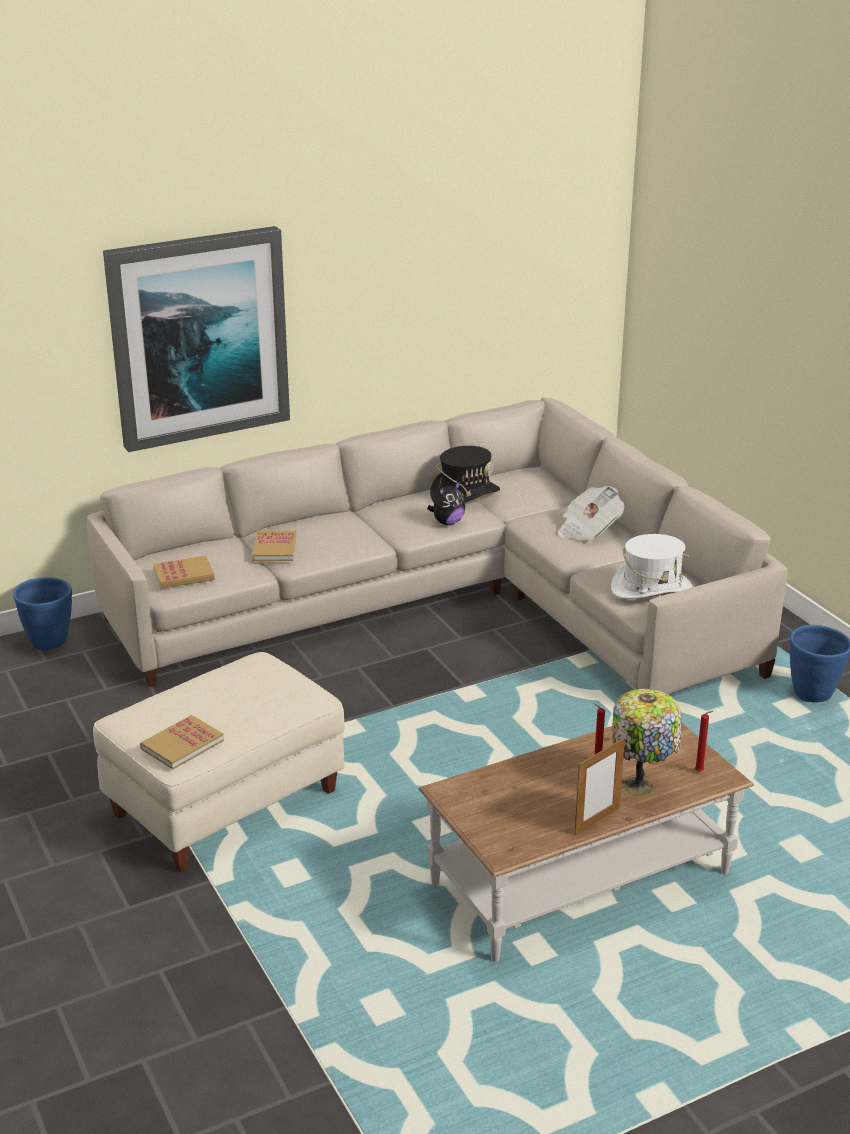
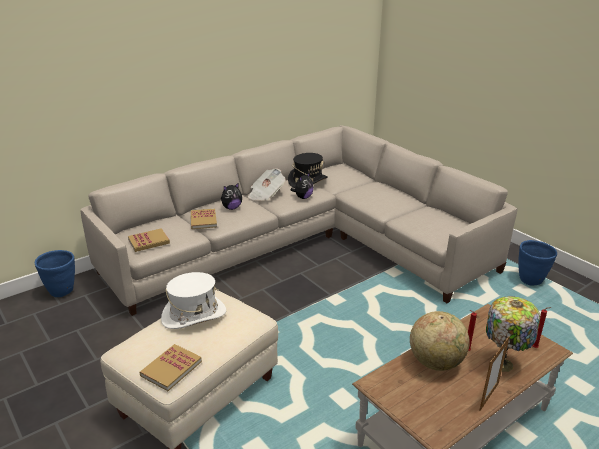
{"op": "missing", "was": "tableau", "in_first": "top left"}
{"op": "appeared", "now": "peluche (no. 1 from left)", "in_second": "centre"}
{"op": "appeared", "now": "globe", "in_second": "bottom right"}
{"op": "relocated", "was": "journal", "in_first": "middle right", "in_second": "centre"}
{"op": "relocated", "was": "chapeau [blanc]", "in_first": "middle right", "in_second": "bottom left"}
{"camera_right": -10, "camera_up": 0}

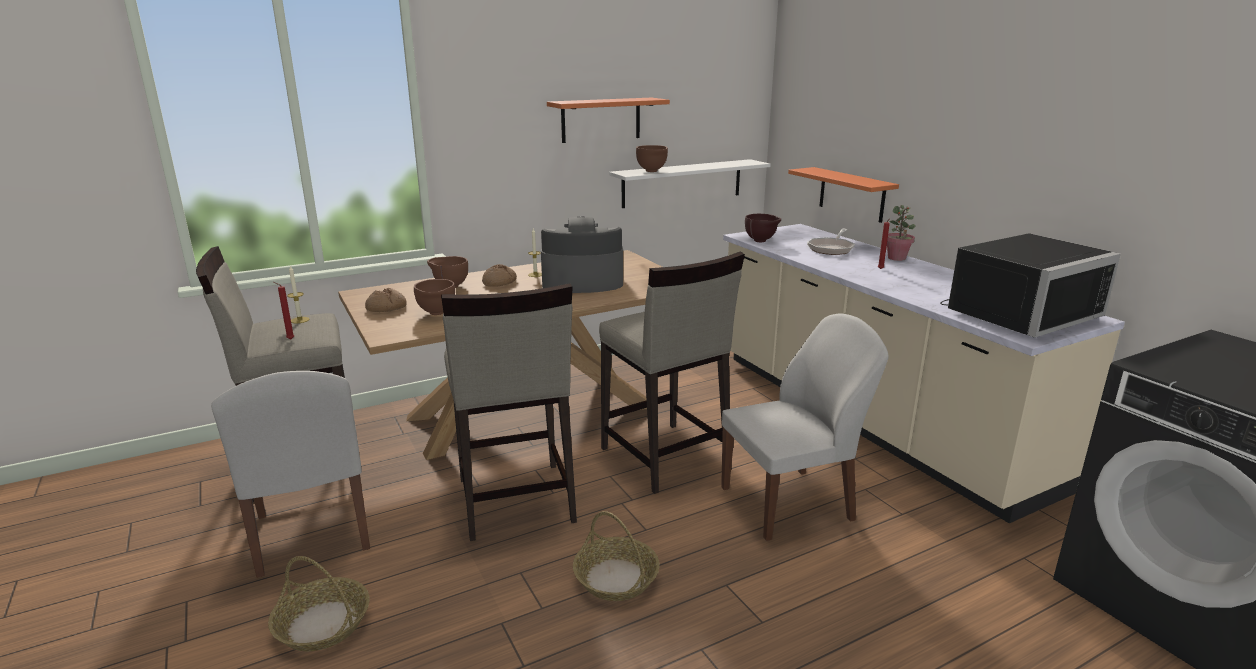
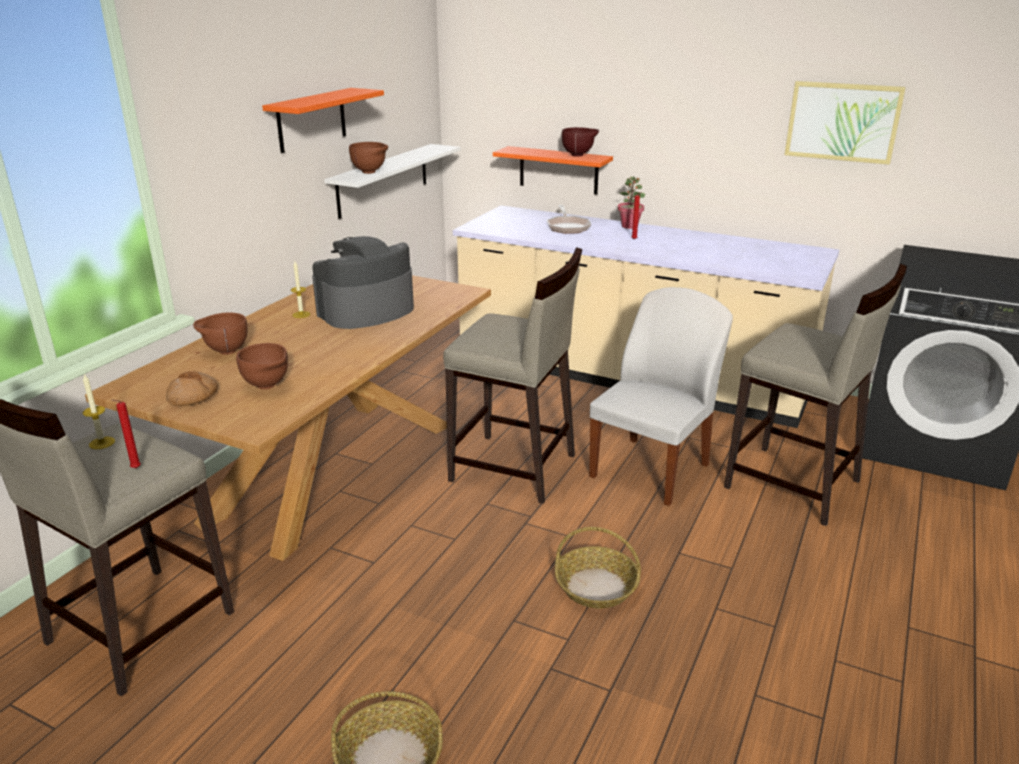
{"op": "missing", "was": "chaise [blanc] (no. 1 from left)", "in_first": "bottom left"}
{"op": "missing", "was": "pain (no. 2 from left)", "in_first": "centre"}
{"op": "missing", "was": "micro-ondes [noir]", "in_first": "middle right"}
{"op": "appeared", "now": "tableau", "in_second": "top right"}
{"op": "relocated", "was": "tabouret [beige] (no. 2 from left in the first image)", "now": "tabouret [beige] (no. 3 from left)", "in_first": "centre", "in_second": "middle right"}
{"op": "relocated", "was": "bol [marron] (no. 4 from left)", "in_first": "centre", "in_second": "top centre"}
{"camera_right": -35, "camera_up": 5}

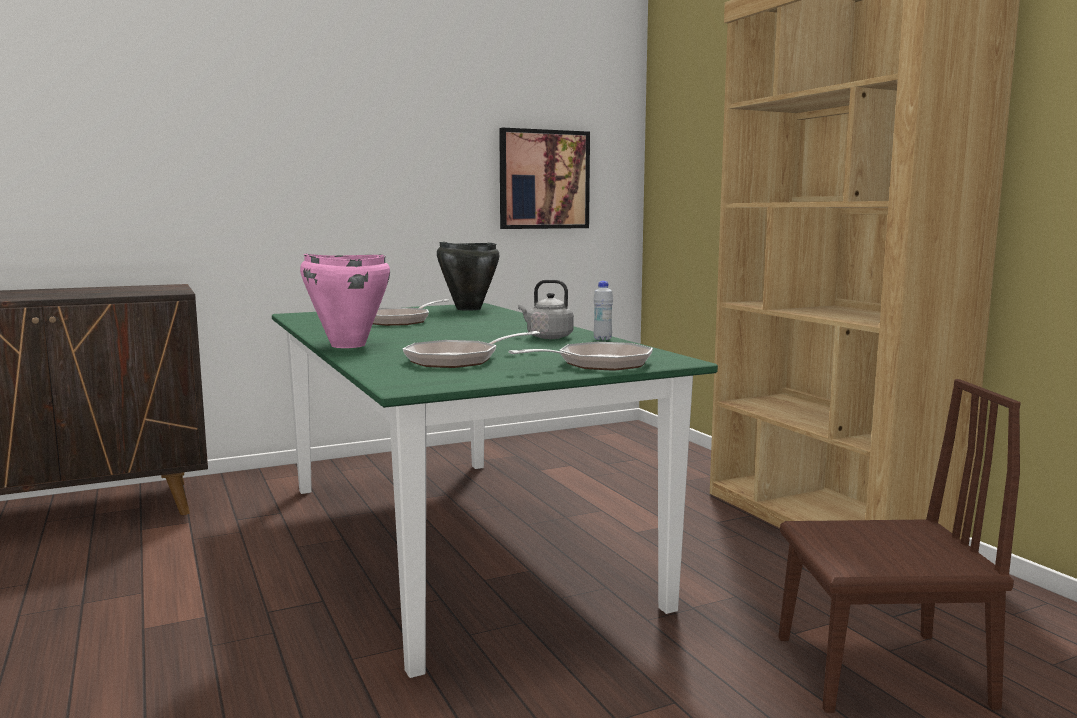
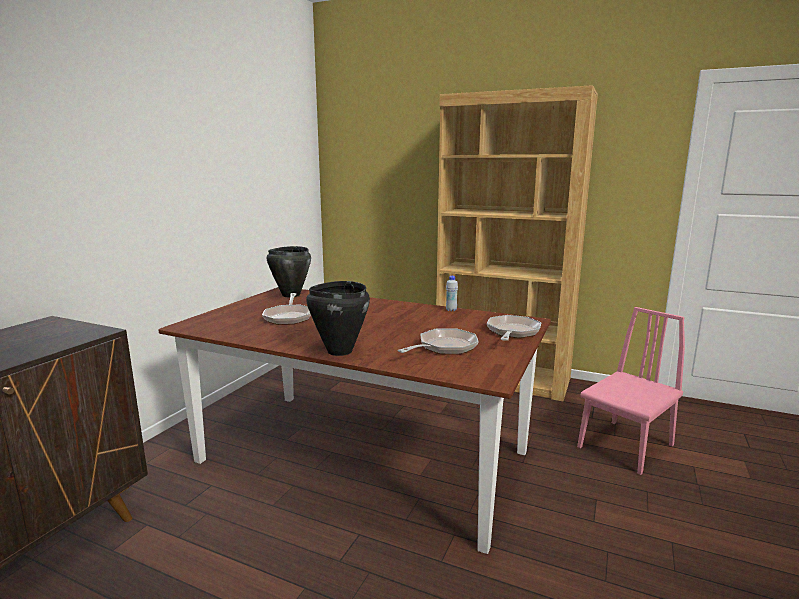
{"op": "missing", "was": "tableau", "in_first": "top centre"}
{"op": "missing", "was": "bouilloire [gris]", "in_first": "centre"}
{"op": "colour", "was": "table à manger [vert]", "now": "table à manger [marron]", "in_first": "bottom centre", "in_second": "bottom centre"}
{"op": "colour", "was": "marmite [rose]", "now": "marmite [noir] (no. 2 from left)", "in_first": "middle left", "in_second": "centre"}
{"op": "colour", "was": "chaise [marron]", "now": "chaise [rose]", "in_first": "bottom right", "in_second": "middle right"}
{"op": "spun", "was": "poêle (no. 2 from left)", "in_first": "centre", "in_second": "centre", "clockwise": -150}
{"camera_right": -40, "camera_up": 5}

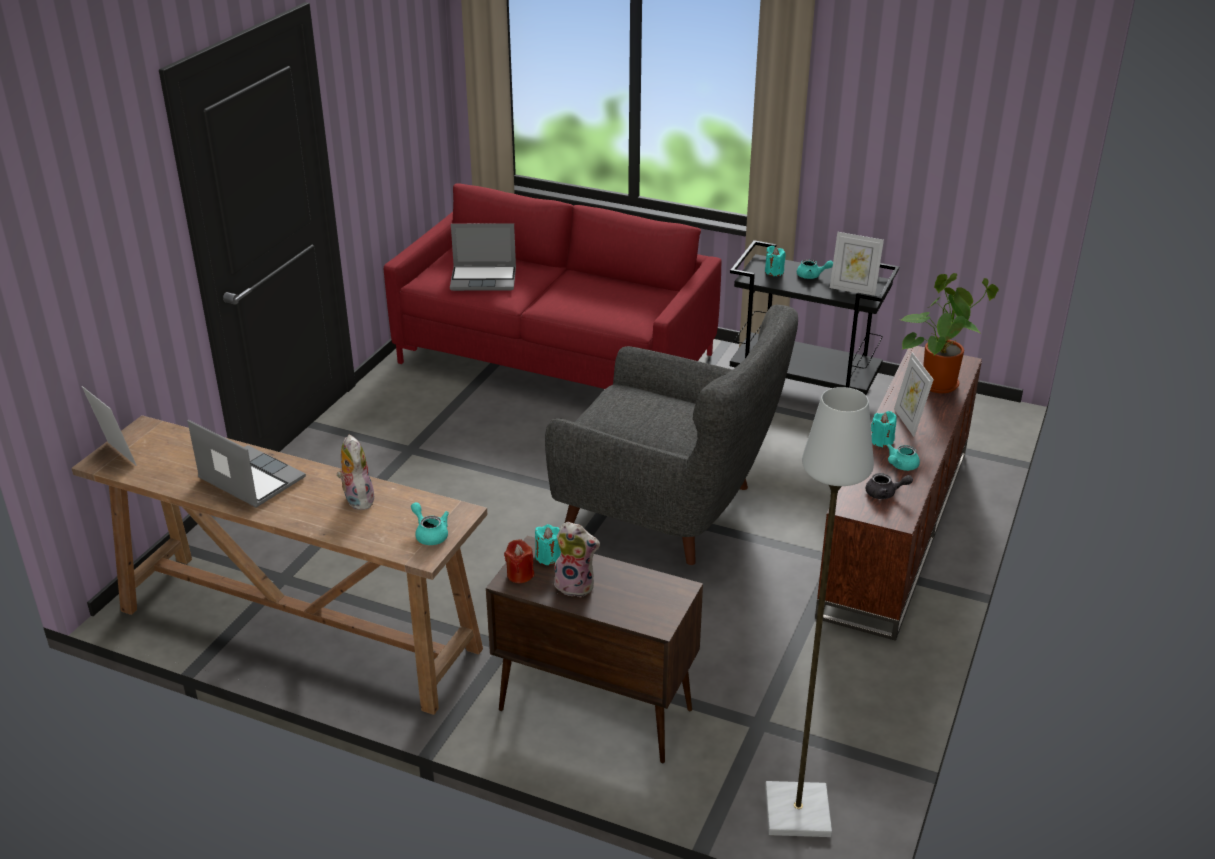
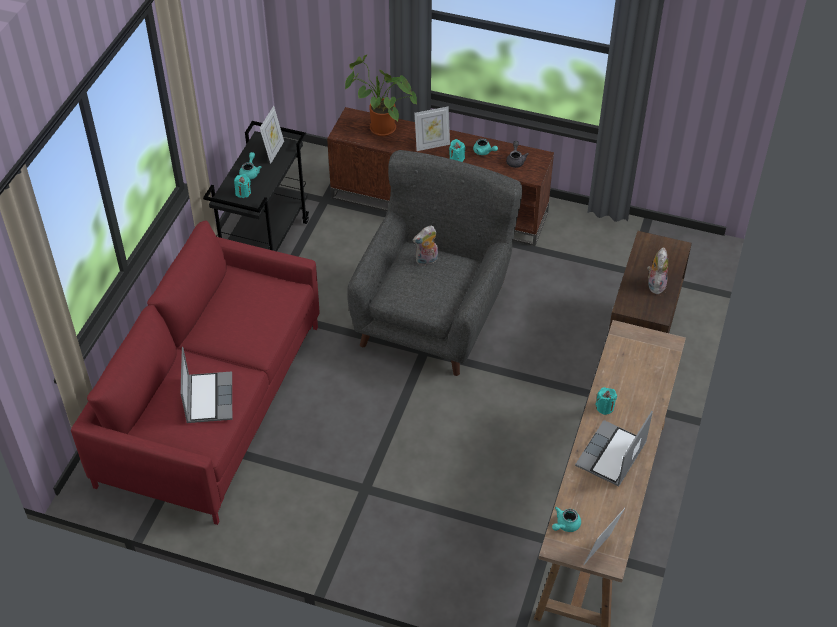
{"op": "missing", "was": "bougie [rouge]", "in_first": "centre"}
{"op": "missing", "was": "lampadaire [gris]", "in_first": "bottom right"}
{"op": "relocated", "was": "peluche (no. 1 from left)", "in_first": "middle left", "in_second": "centre"}
{"op": "relocated", "was": "théière [turquoise] (no. 1 from left in the first image)", "now": "théière [turquoise] (no. 3 from left)", "in_first": "centre", "in_second": "bottom right"}
{"op": "relocated", "was": "bougie [turquoise] (no. 1 from left in the first image)", "now": "bougie [turquoise] (no. 3 from left)", "in_first": "centre", "in_second": "middle right"}
{"camera_right": -95, "camera_up": 15}

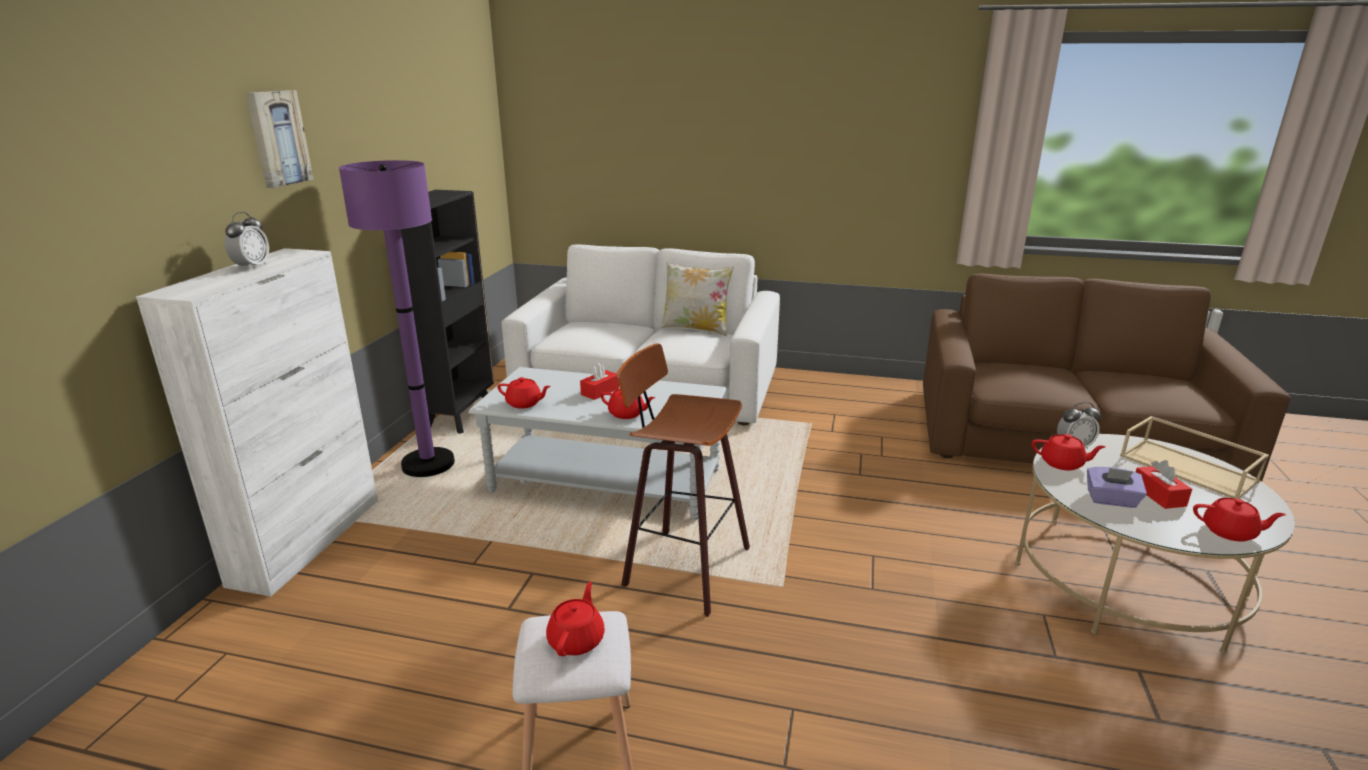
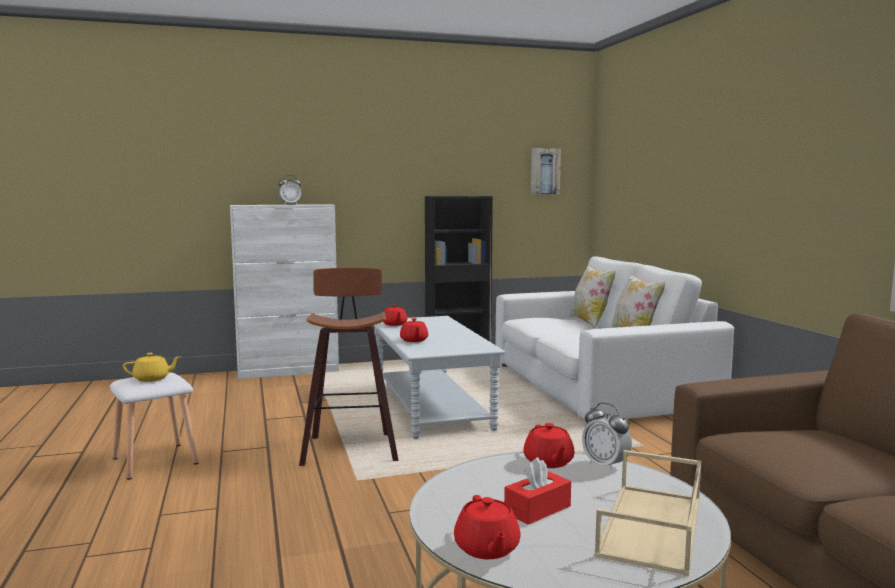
{"op": "missing", "was": "lampadaire [violet]", "in_first": "middle left"}
{"op": "missing", "was": "boîte à mouchoirs [rouge] (no. 1 from left)", "in_first": "centre"}
{"op": "missing", "was": "boîte à mouchoirs [violet]", "in_first": "middle right"}
{"op": "appeared", "now": "coussin (no. 1 from left)", "in_second": "centre"}
{"op": "relocated", "was": "tableau", "in_first": "top left", "in_second": "top centre"}
{"op": "colour", "was": "théière [rouge] (no. 2 from left)", "now": "théière [jaune]", "in_first": "bottom centre", "in_second": "middle left"}
{"camera_right": 60, "camera_up": -15}

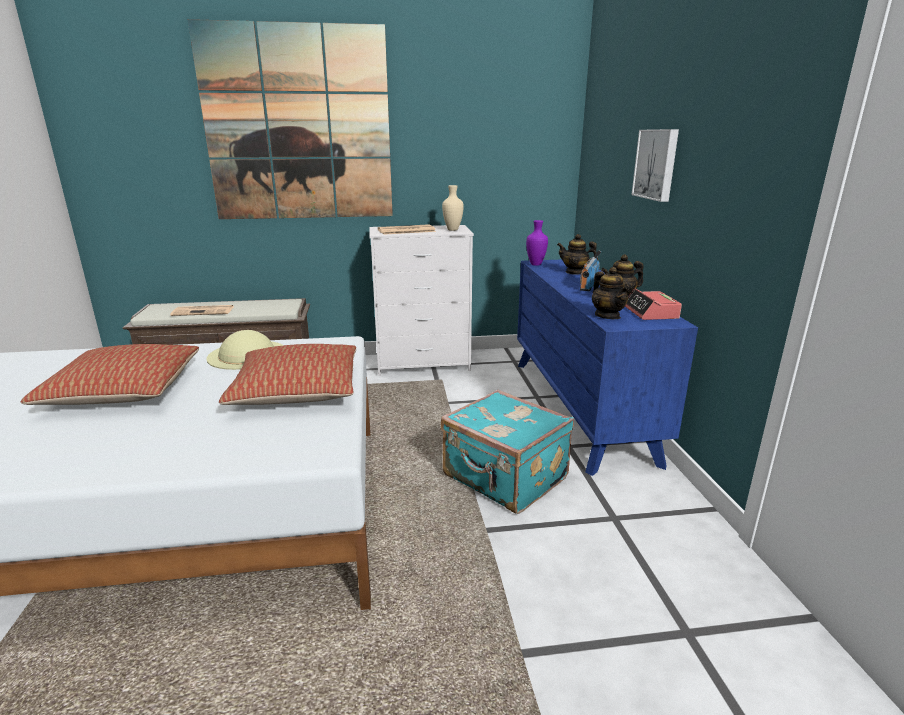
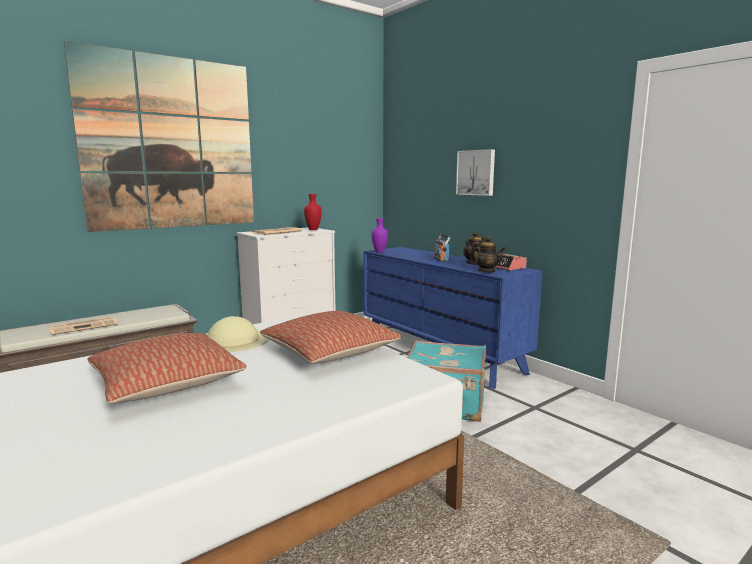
{"op": "missing", "was": "théière (no. 1 from left)", "in_first": "centre"}
{"op": "colour", "was": "vase [beige]", "now": "vase [rouge]", "in_first": "top centre", "in_second": "centre"}
{"camera_right": -30, "camera_up": -10}

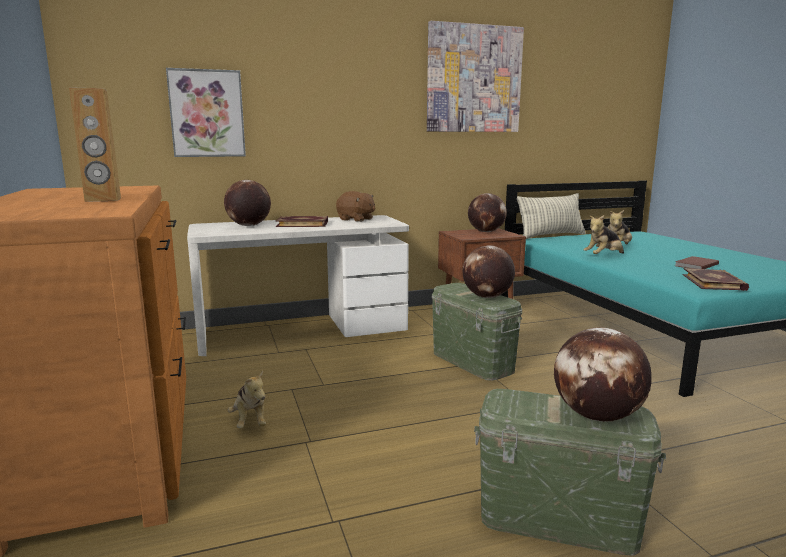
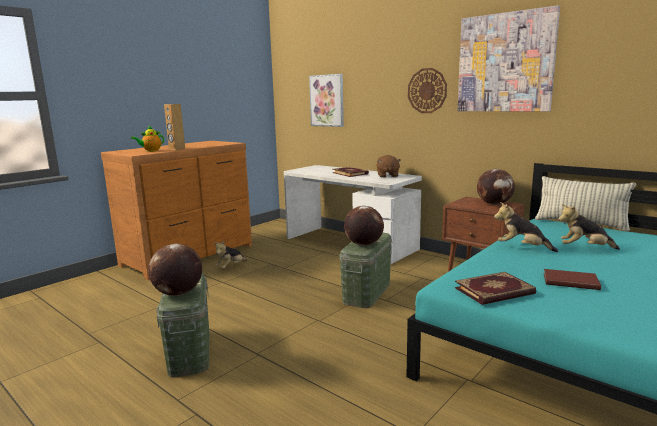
{"op": "missing", "was": "globe (no. 1 from left)", "in_first": "middle left"}
{"op": "appeared", "now": "théière", "in_second": "top left"}
{"op": "appeared", "now": "horloge murale", "in_second": "top centre"}
{"camera_right": 60, "camera_up": 0}

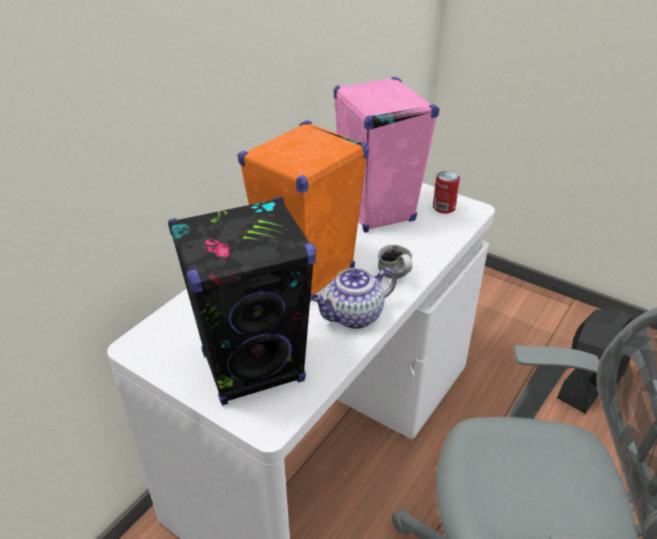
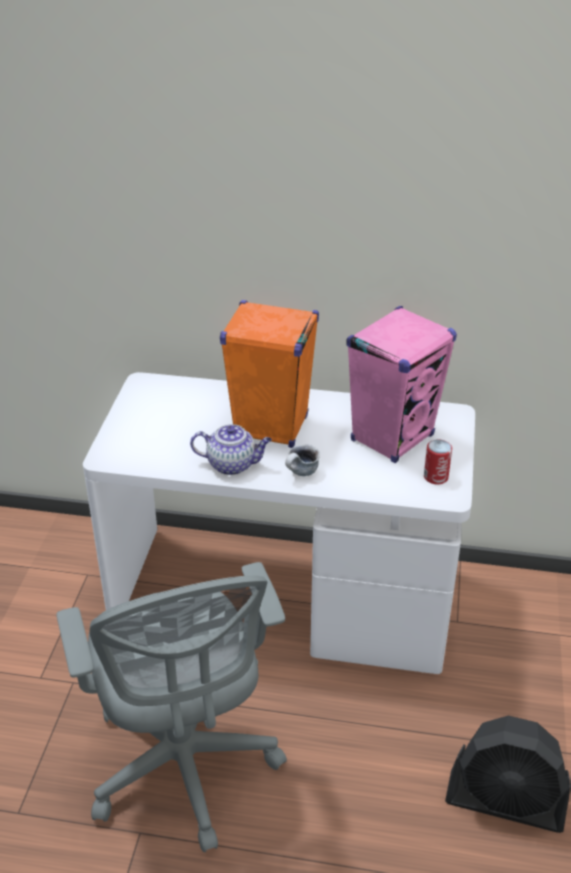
{"op": "missing", "was": "enceinte [noir]", "in_first": "centre"}
{"op": "spun", "was": "théière", "in_first": "centre", "in_second": "centre", "clockwise": 150}
{"camera_right": 65, "camera_up": 0}

